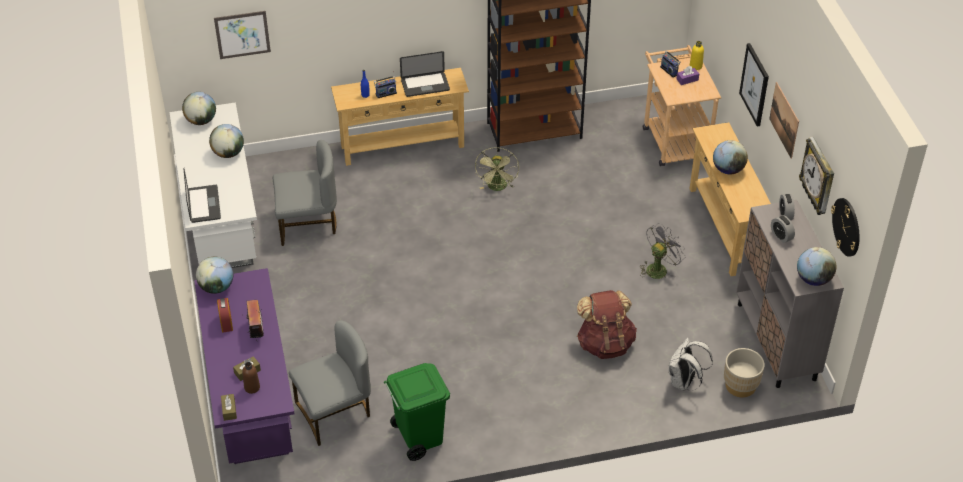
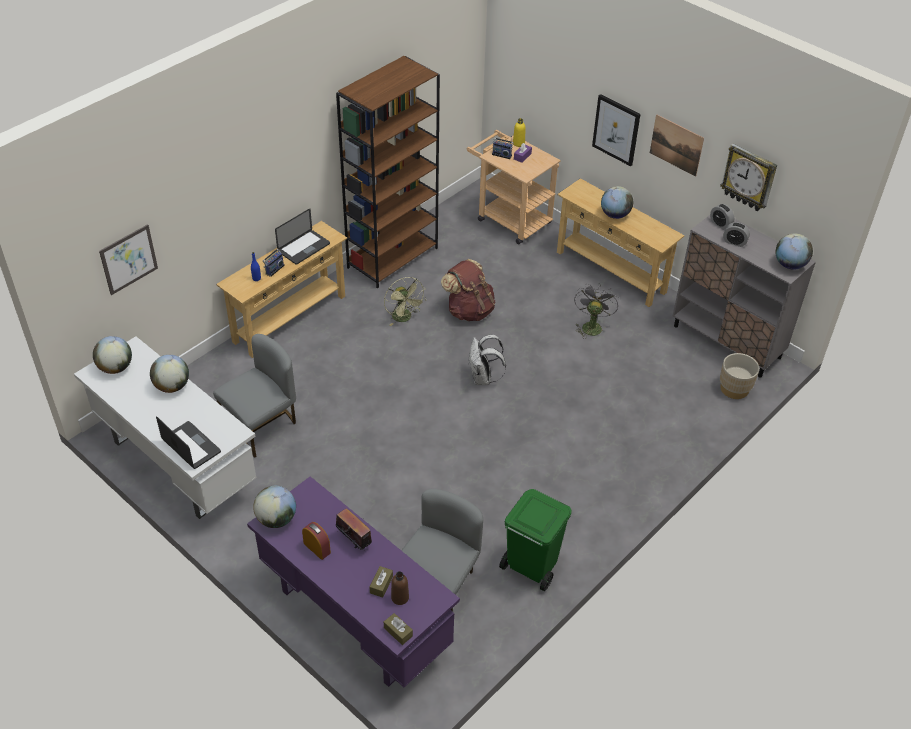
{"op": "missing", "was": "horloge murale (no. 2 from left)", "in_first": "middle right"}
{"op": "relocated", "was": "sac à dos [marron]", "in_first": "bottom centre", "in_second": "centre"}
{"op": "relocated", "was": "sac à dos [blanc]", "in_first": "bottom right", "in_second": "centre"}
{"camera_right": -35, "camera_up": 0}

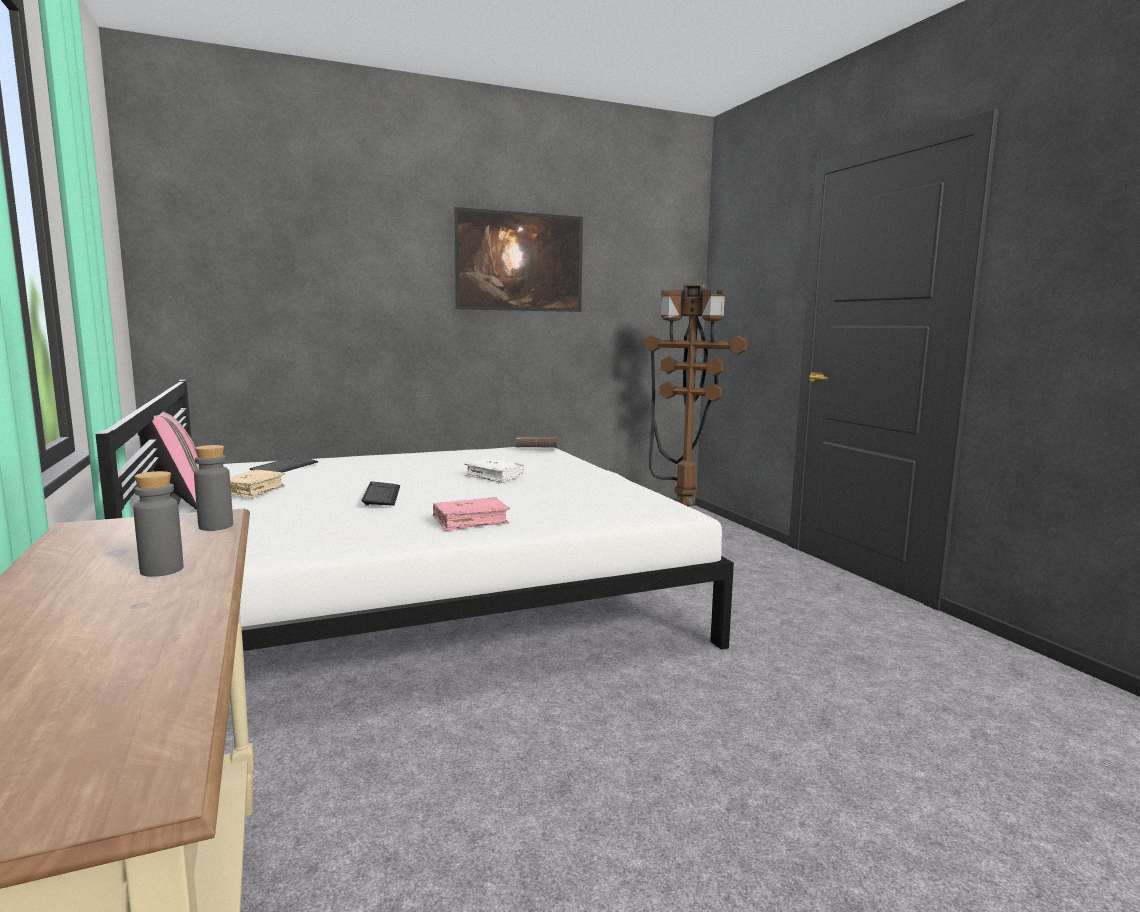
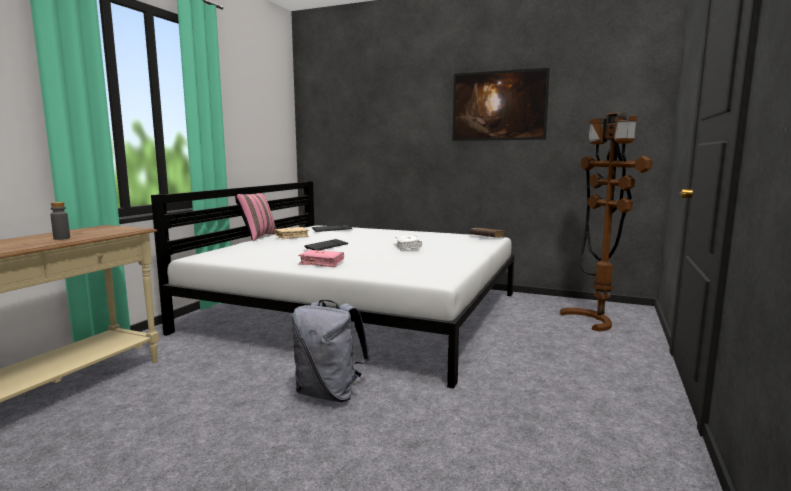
{"op": "missing", "was": "bouteille [gris] (no. 2 from left)", "in_first": "middle left"}
{"op": "appeared", "now": "sac à dos [gris]", "in_second": "bottom centre"}
{"camera_right": 45, "camera_up": 0}

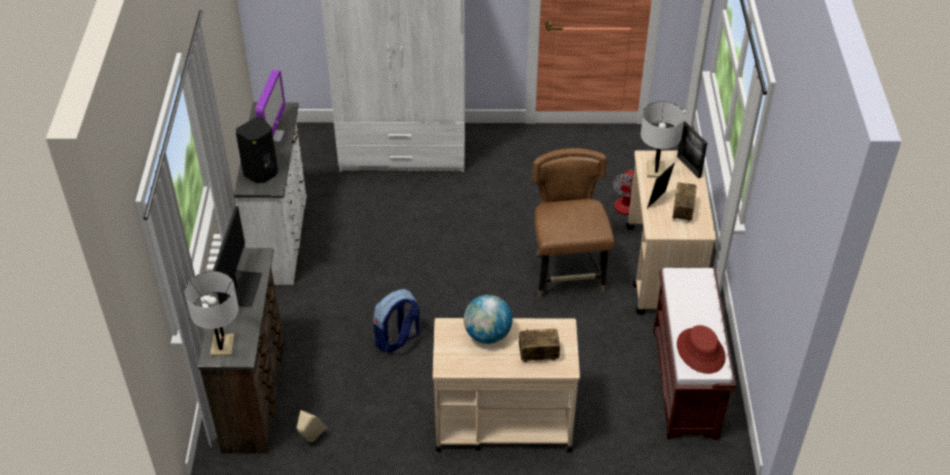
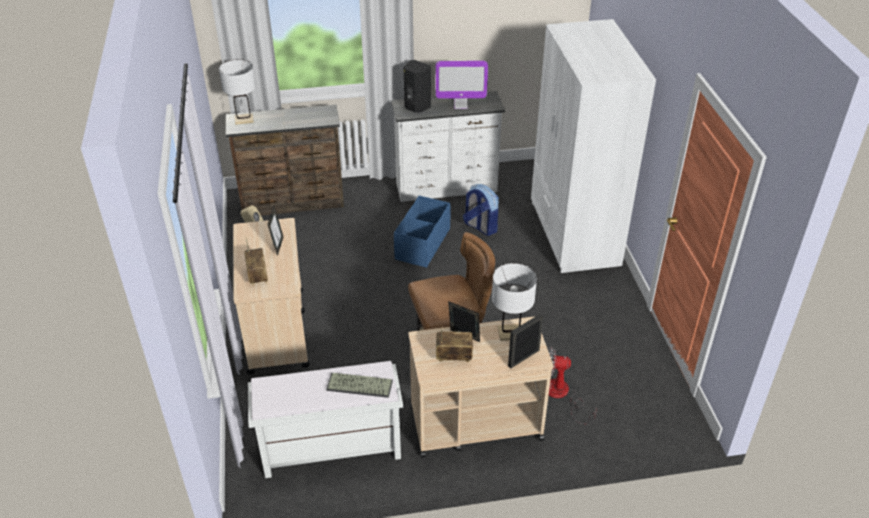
{"op": "missing", "was": "écran d'ordinateur (no. 1 from left)", "in_first": "middle left"}
{"op": "missing", "was": "chapeau [rouge]", "in_first": "bottom right"}
{"op": "appeared", "now": "clavier", "in_second": "bottom centre"}
{"op": "appeared", "now": "boîte de rangement [bleu]", "in_second": "centre"}
{"op": "relocated", "was": "sac à dos", "in_first": "bottom centre", "in_second": "centre"}
{"op": "exchanged", "was": "globe", "now": "cadre photo (no. 1 from left)", "in_first": "bottom centre", "in_second": "middle left"}
{"op": "colour", "was": "banc [marron]", "now": "banc [blanc]", "in_first": "bottom right", "in_second": "bottom centre"}
{"camera_right": 80, "camera_up": -5}

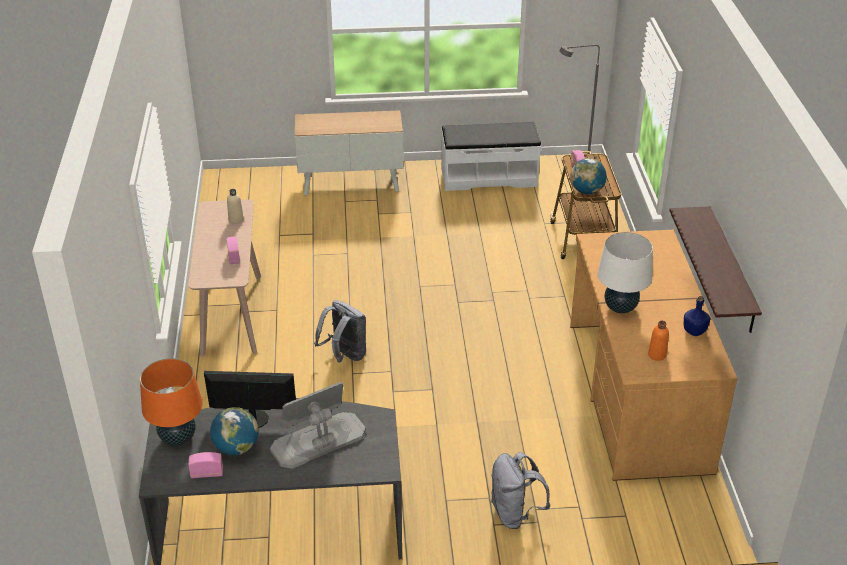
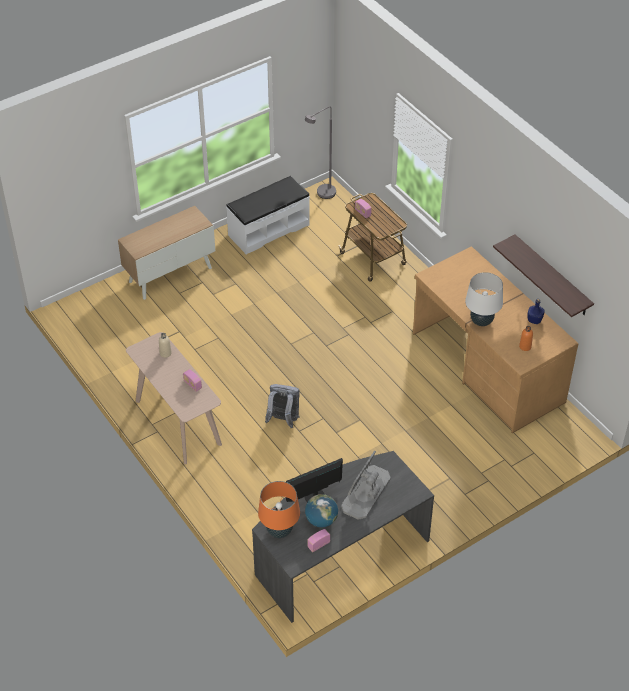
{"op": "missing", "was": "sac à dos [gris] (no. 2 from left)", "in_first": "bottom centre"}
{"op": "missing", "was": "globe (no. 2 from left)", "in_first": "top right"}
{"camera_right": -30, "camera_up": 10}

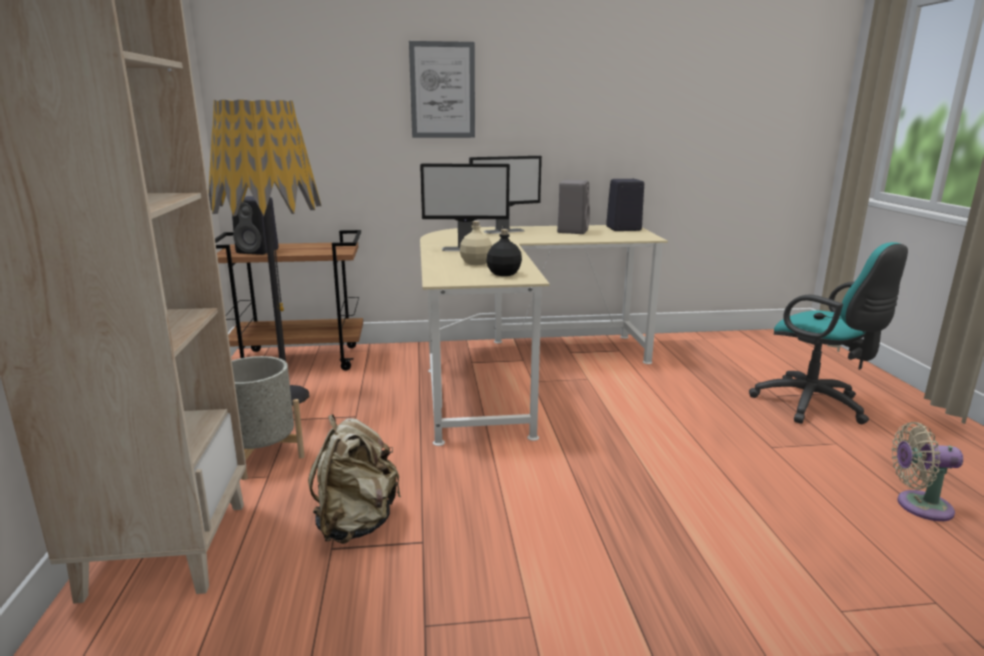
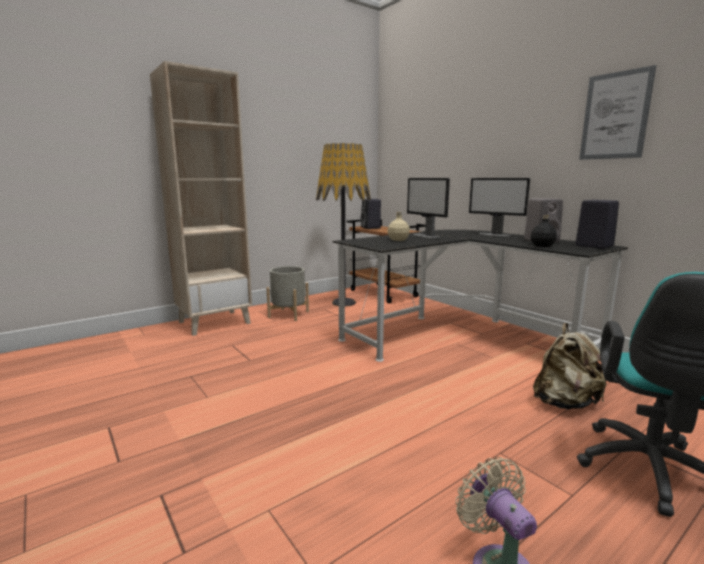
{"op": "relocated", "was": "sac à dos [beige]", "in_first": "bottom centre", "in_second": "middle right"}
{"op": "relocated", "was": "tableau", "in_first": "top centre", "in_second": "top right"}
{"op": "relocated", "was": "bouteille [noir]", "in_first": "centre", "in_second": "middle right"}
{"op": "colour", "was": "bureau [beige]", "now": "bureau [noir]", "in_first": "centre", "in_second": "middle right"}
{"camera_right": 60, "camera_up": -5}

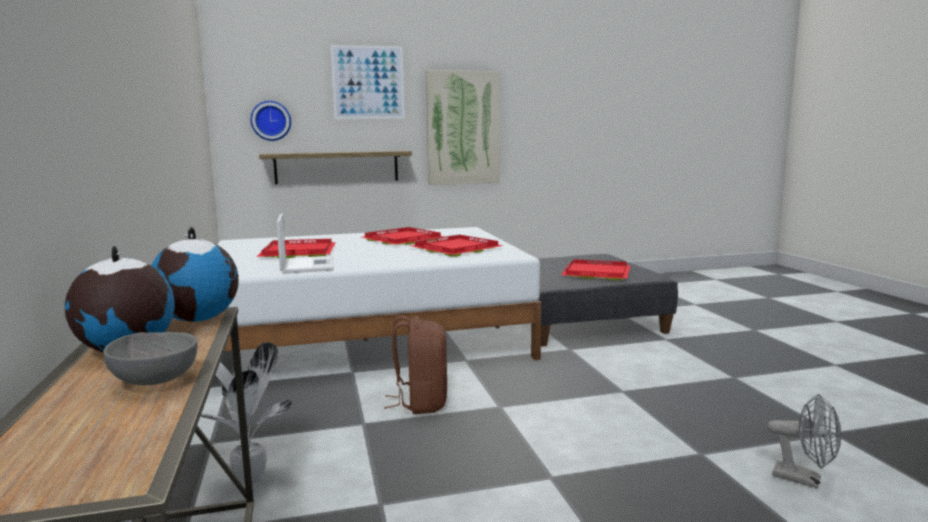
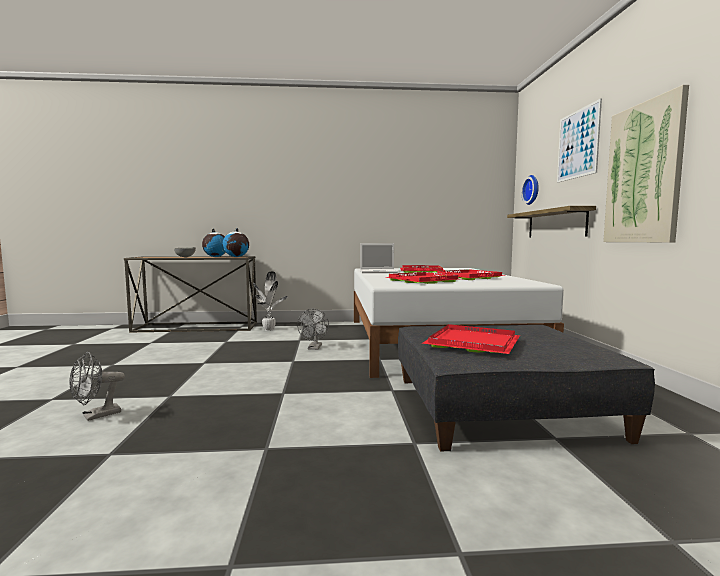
{"op": "exchanged", "was": "sac à dos [marron]", "now": "ventilateur [gris] (no. 2 from left)", "in_first": "bottom centre", "in_second": "centre"}
{"camera_right": 100, "camera_up": -5}

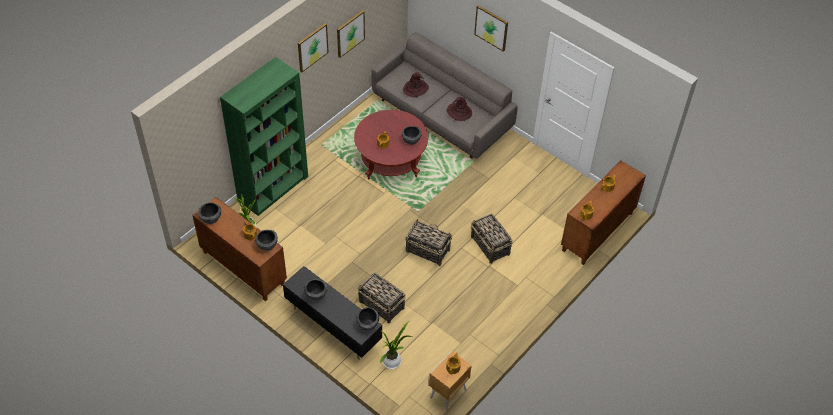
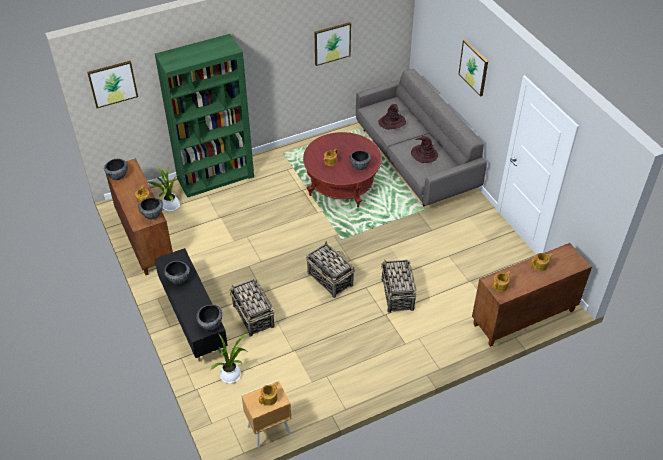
{"op": "relocated", "was": "tableau (no. 1 from left)", "in_first": "top centre", "in_second": "top left"}
{"camera_right": 25, "camera_up": -5}

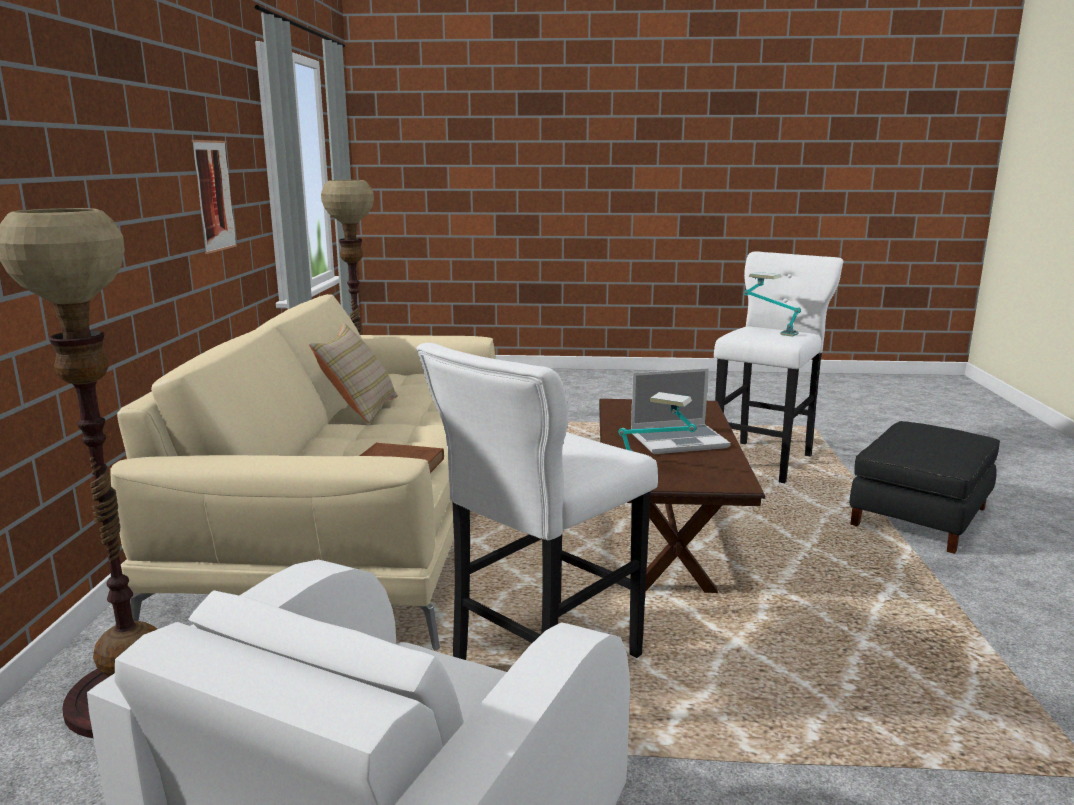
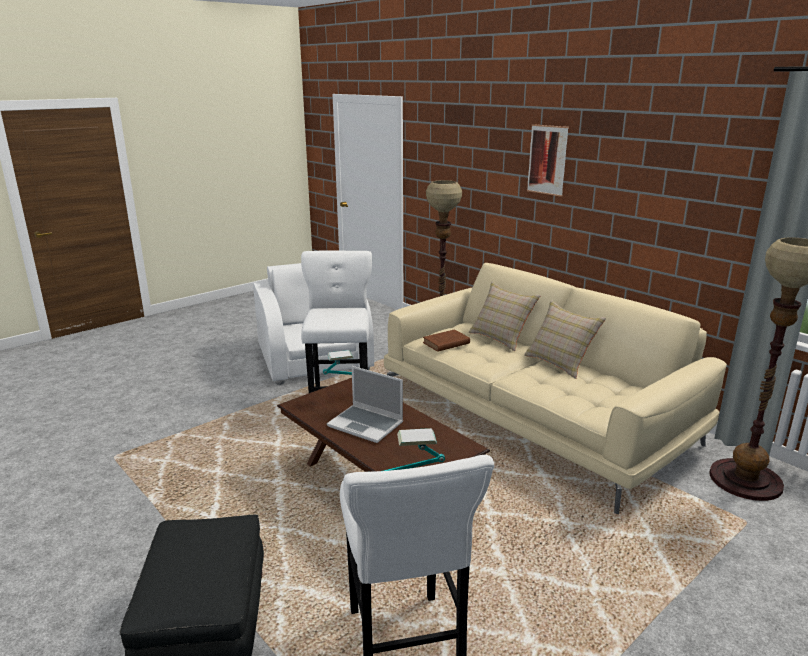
{"op": "appeared", "now": "coussin [beige] (no. 1 from left)", "in_second": "centre"}
{"op": "relocated", "was": "tableau", "in_first": "top left", "in_second": "top right"}
{"op": "spun", "was": "ordinateur portable", "in_first": "centre", "in_second": "centre", "clockwise": -90}
{"camera_right": 135, "camera_up": 5}

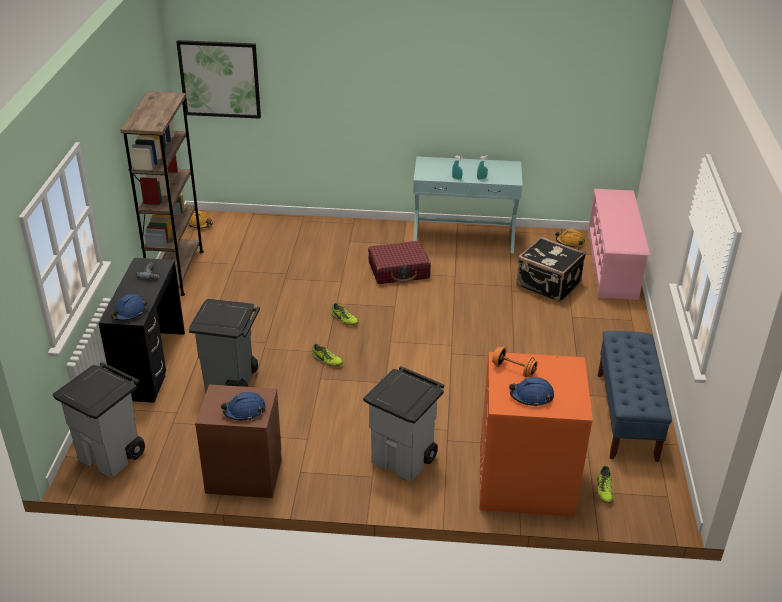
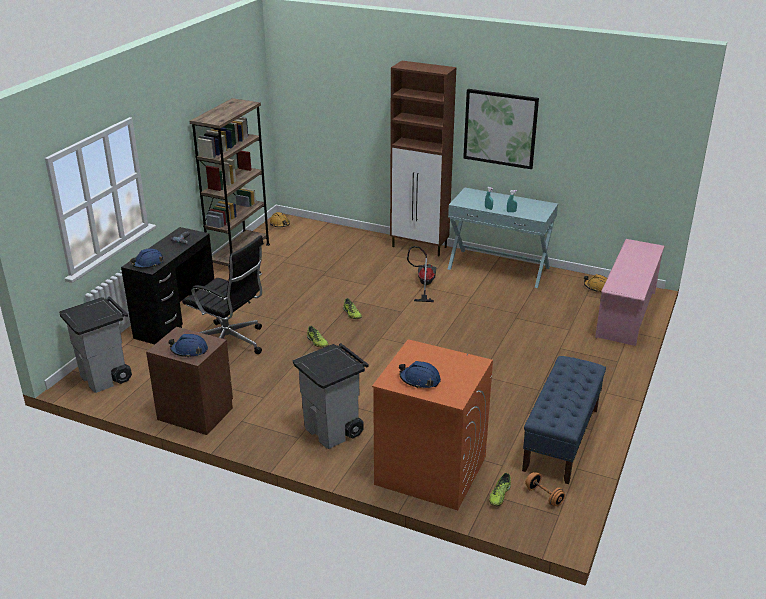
{"op": "missing", "was": "valise [noir]", "in_first": "middle right"}
{"op": "appeared", "now": "meuble de rangement [marron]", "in_second": "top centre"}
{"op": "relocated", "was": "tableau", "in_first": "top left", "in_second": "top centre"}
{"op": "relocated", "was": "haltère [orange]", "in_first": "centre", "in_second": "bottom right"}
{"op": "exchanged", "was": "poubelle [gris] (no. 2 from left)", "now": "chaise de bureau [noir]", "in_first": "middle left", "in_second": "middle left"}
{"op": "exchanged", "was": "valise [rouge]", "now": "aspirateur", "in_first": "centre", "in_second": "centre"}
{"camera_right": 20, "camera_up": -5}

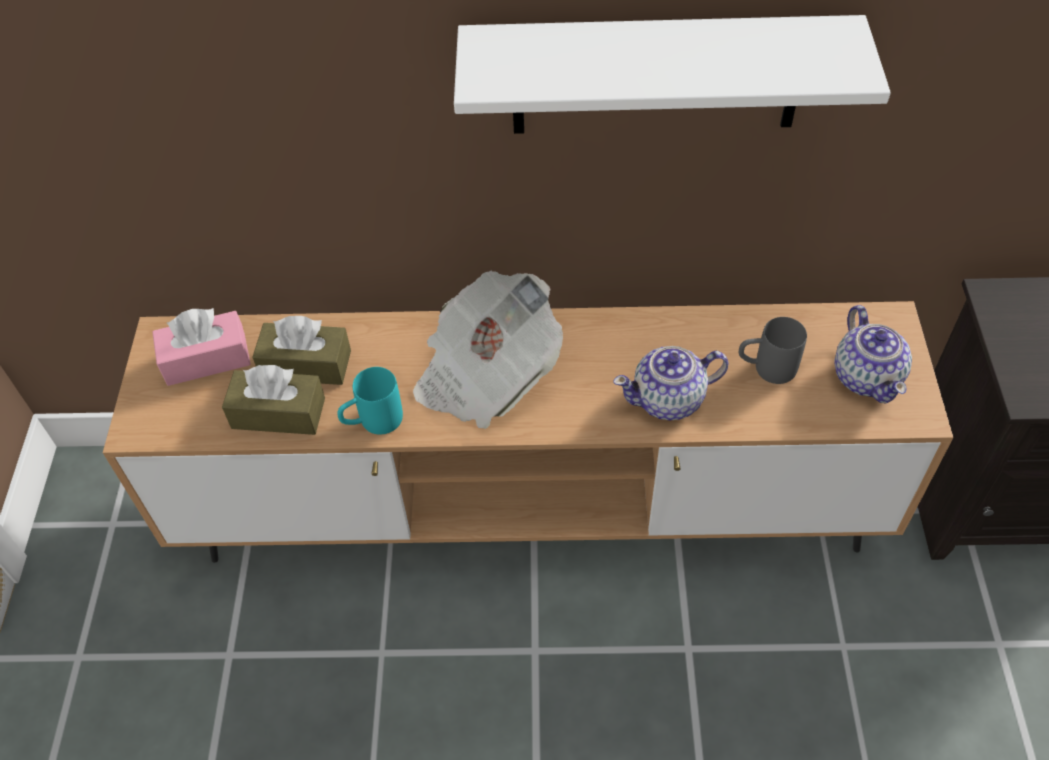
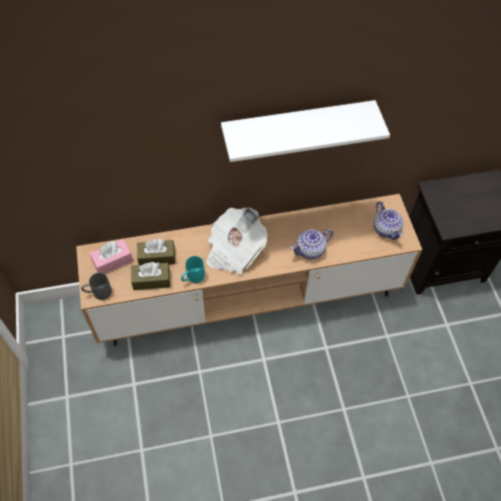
{"op": "relocated", "was": "mug [gris]", "in_first": "middle right", "in_second": "middle left"}
{"camera_right": -15, "camera_up": 5}

